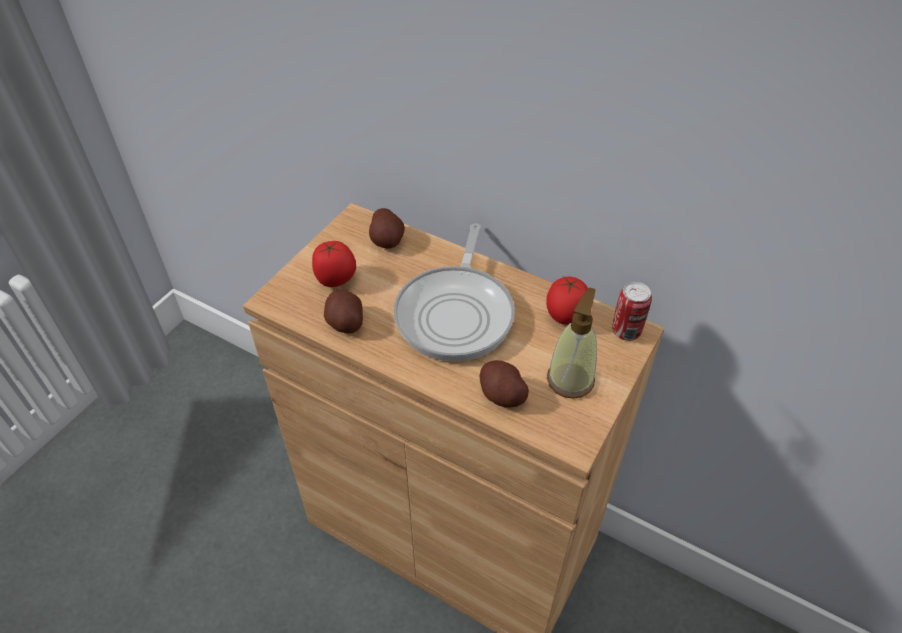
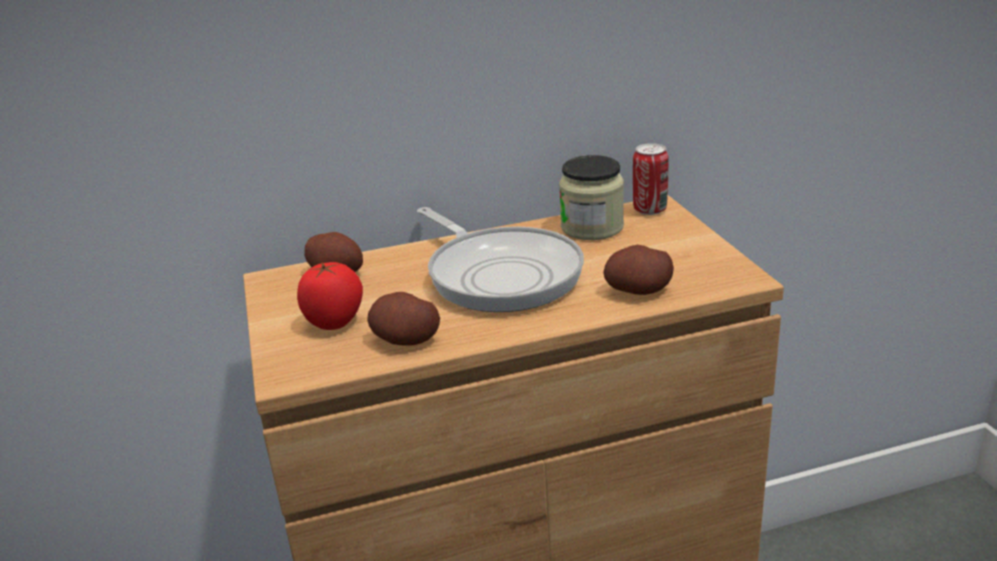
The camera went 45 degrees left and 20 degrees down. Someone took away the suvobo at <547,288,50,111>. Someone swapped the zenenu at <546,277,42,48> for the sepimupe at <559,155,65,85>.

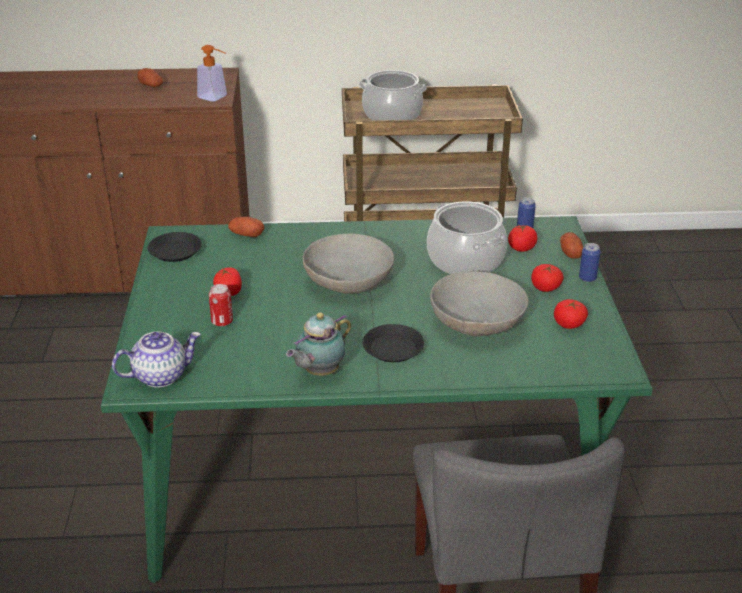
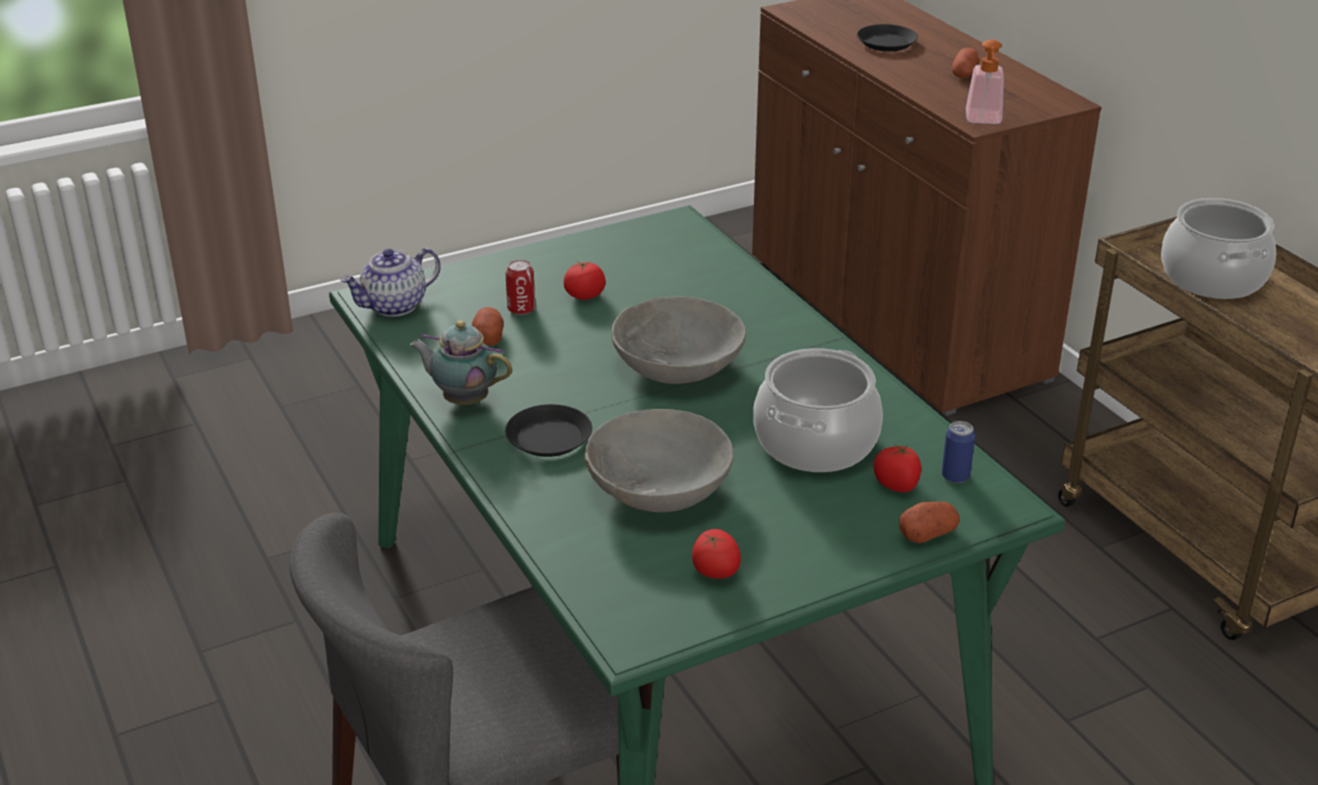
The camera went 65 degrees right and 0 degrees up. Someone took away the zenenu at <531,264,33,28>. Someone took away the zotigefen at <579,243,22,39>. Someone carried the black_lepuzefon from <148,232,54,30> to <857,24,61,28>. Someone carried the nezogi from <228,217,36,20> to <472,307,32,39>. Someone rotated the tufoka at <112,332,89,56> by 105 degrees clockwise.

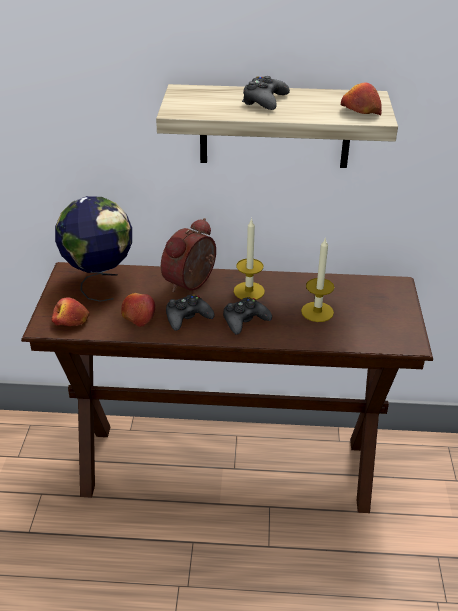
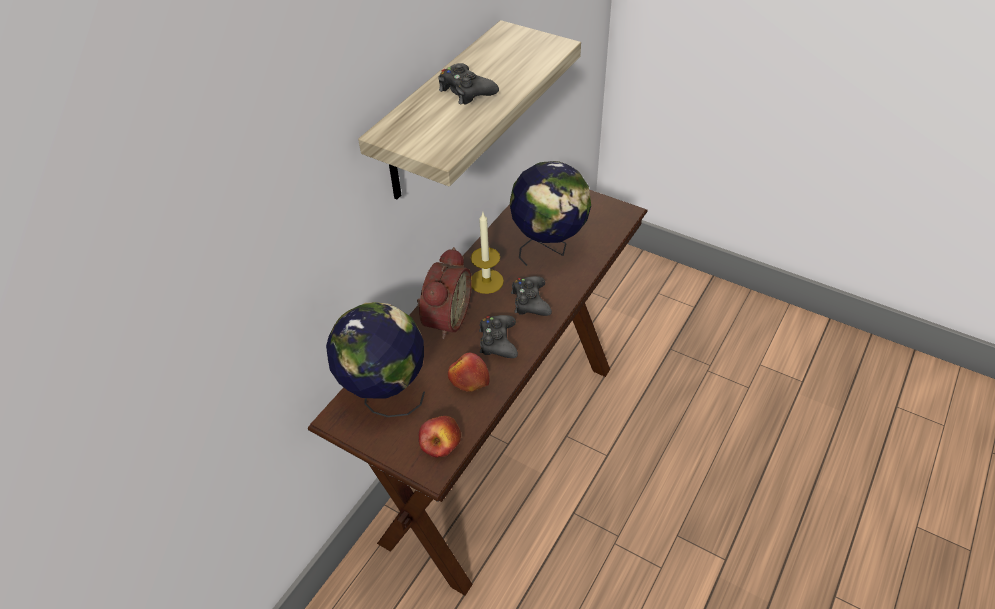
The camera went 60 degrees left and 10 degrees up. Someone took away the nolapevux at <341,82,41,34>. Someone swapped the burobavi at <301,237,33,85> for the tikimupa at <510,161,81,105>. Someone rotated the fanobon at <161,218,55,74> by 135 degrees counterclockwise.

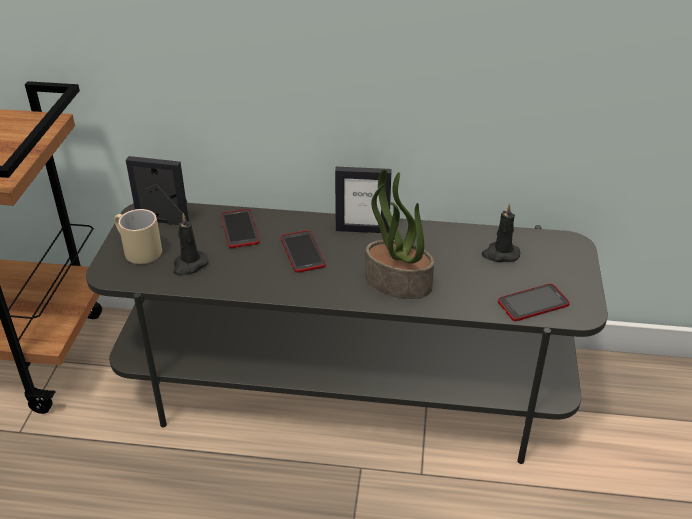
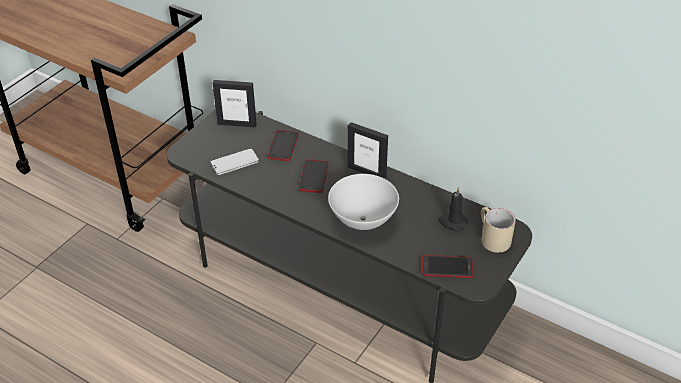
The camera went 25 degrees right and 5 degrees up. Someone carried the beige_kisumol from <114,209,48,55> to <481,207,35,46>. Someone swapped the black_burobavi at <173,213,36,63> for the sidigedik at <210,148,49,27>. Someone swapped the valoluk at <365,169,69,130> for the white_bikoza at <328,174,71,56>. Someone rotated the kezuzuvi at <126,156,63,69> by 150 degrees clockwise.

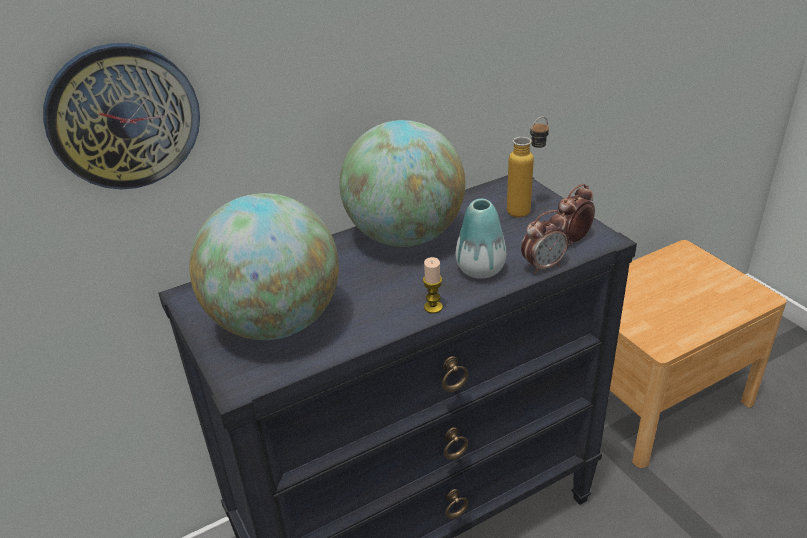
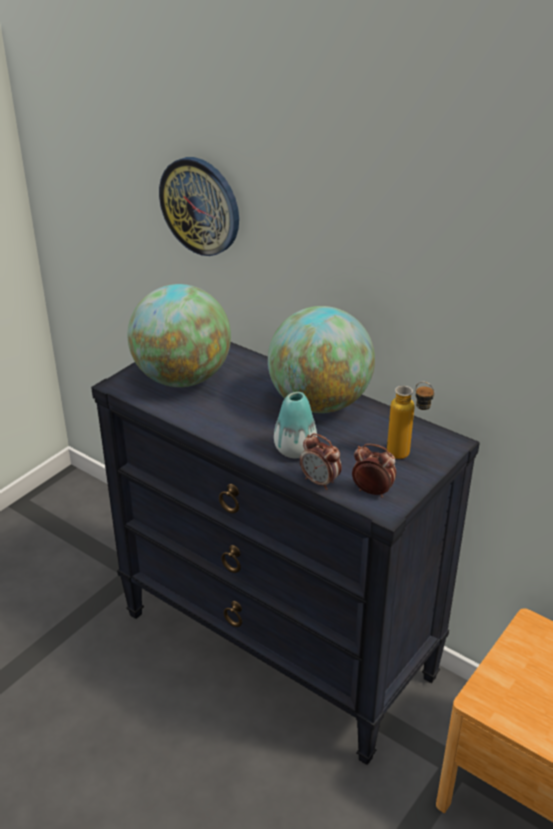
The camera went 65 degrees right and 0 degrees up. Someone took away the burobavi at <423,257,20,57>.

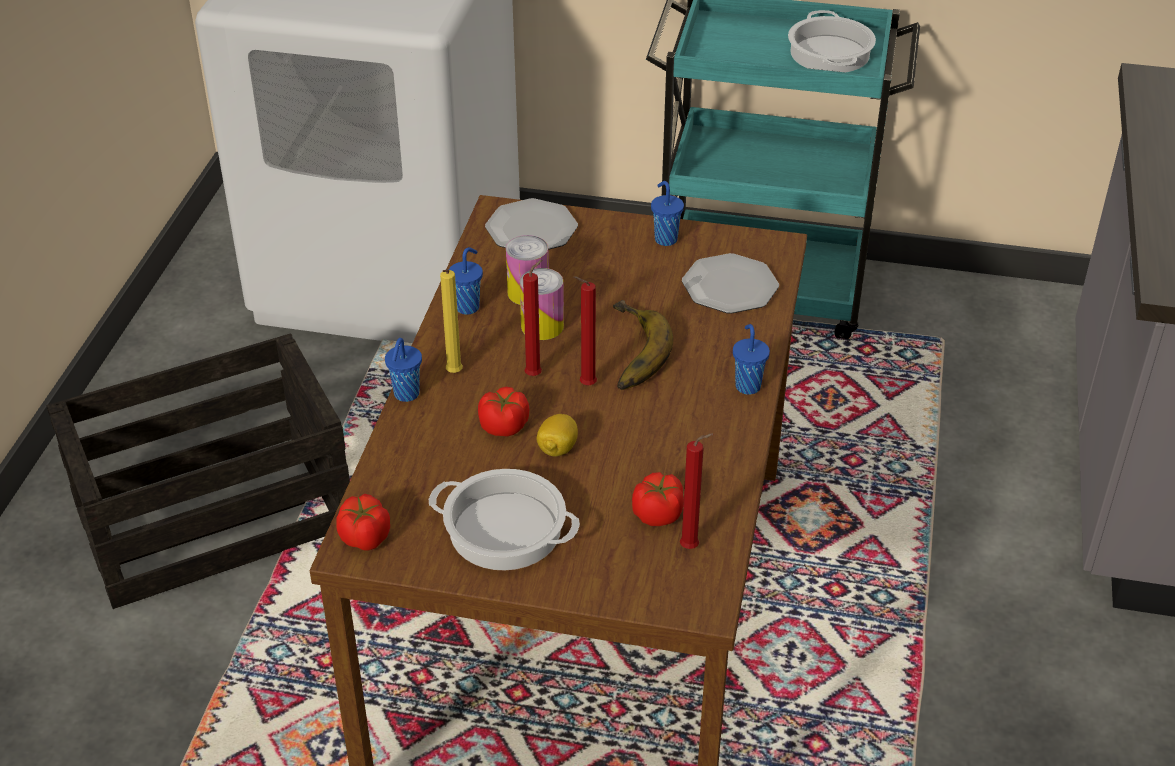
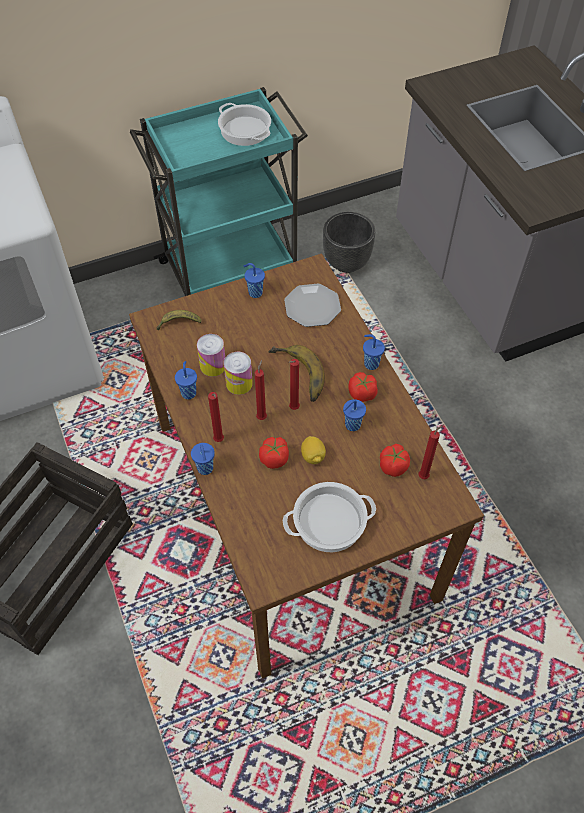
The camera went 35 degrees left and 15 degrees up. Someone put down the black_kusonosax at <323,212,52,61>. Someone put down the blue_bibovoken at <343,399,23,32>. Someone carried the zenenu from <336,494,54,56> to <348,372,30,30>. Someone swapped the lepuzefon at <485,198,93,52> for the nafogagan at <157,310,45,20>. Someone repainted the yellow_burobavi at <440,269,23,104>, which became the red_burobavi at <208,392,16,50>.

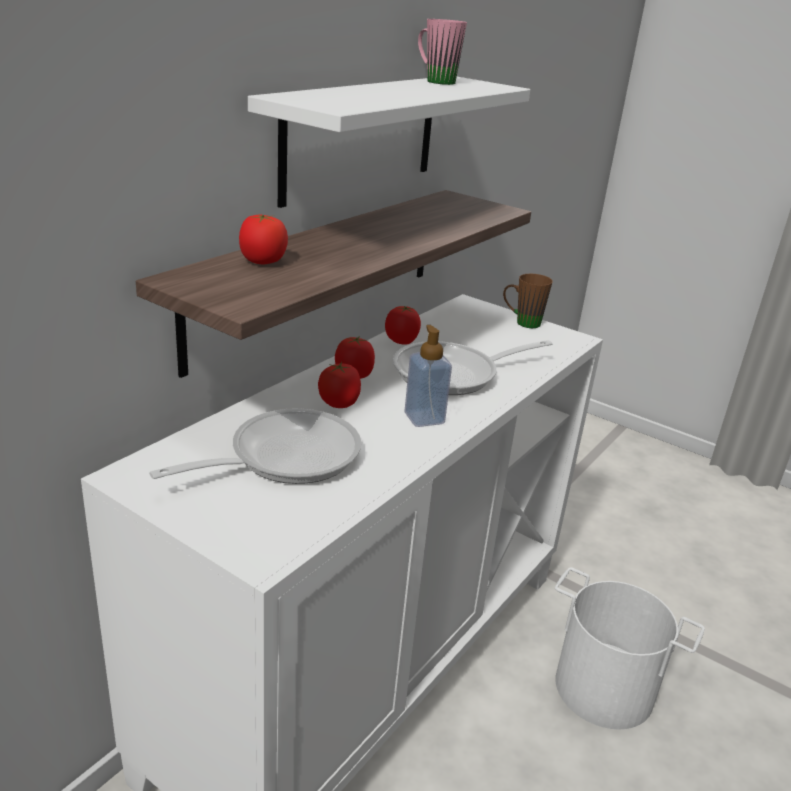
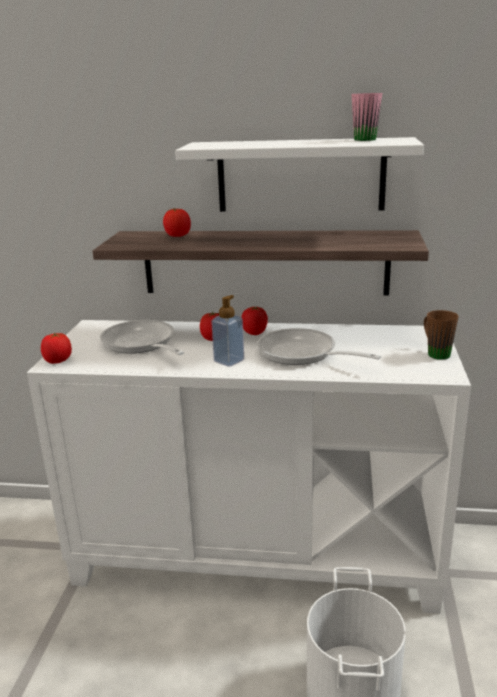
The camera went 65 degrees right and 5 degrees down. Someone carried the zenenu from <385,306,36,39> to <41,333,31,31>. Someone rotated the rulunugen at <149,408,213,76> by 150 degrees counterclockwise.

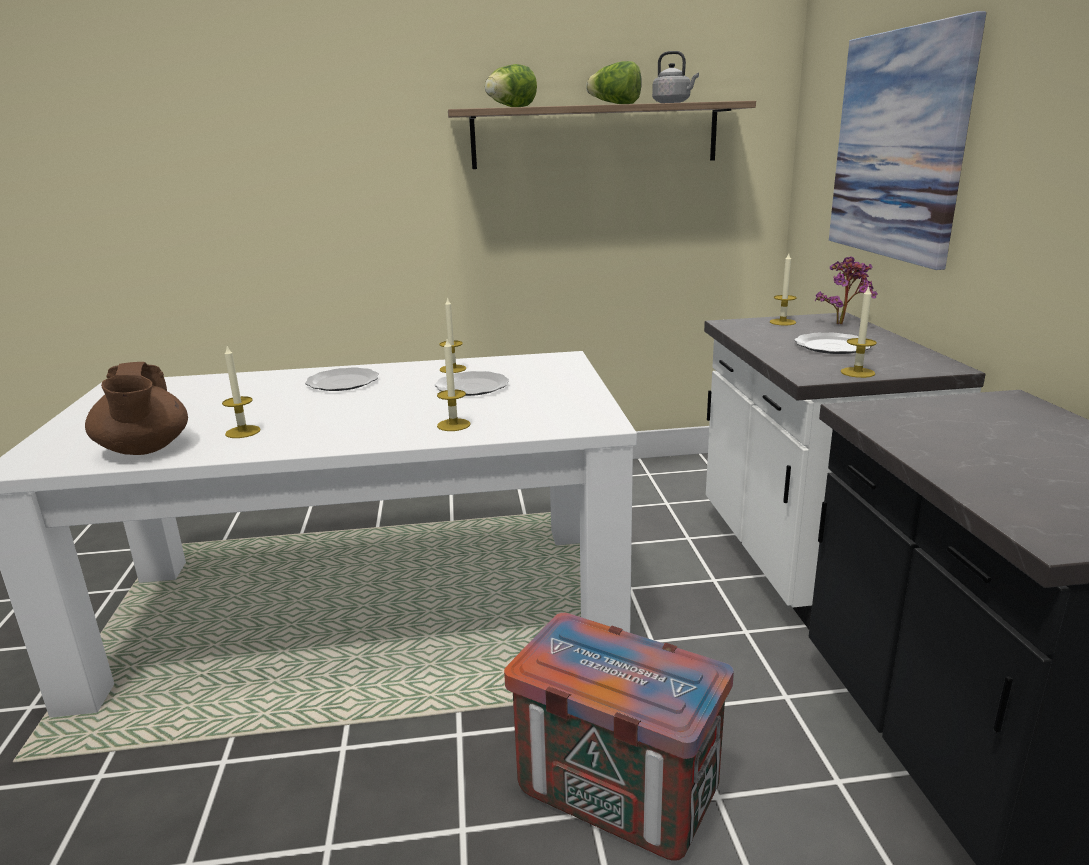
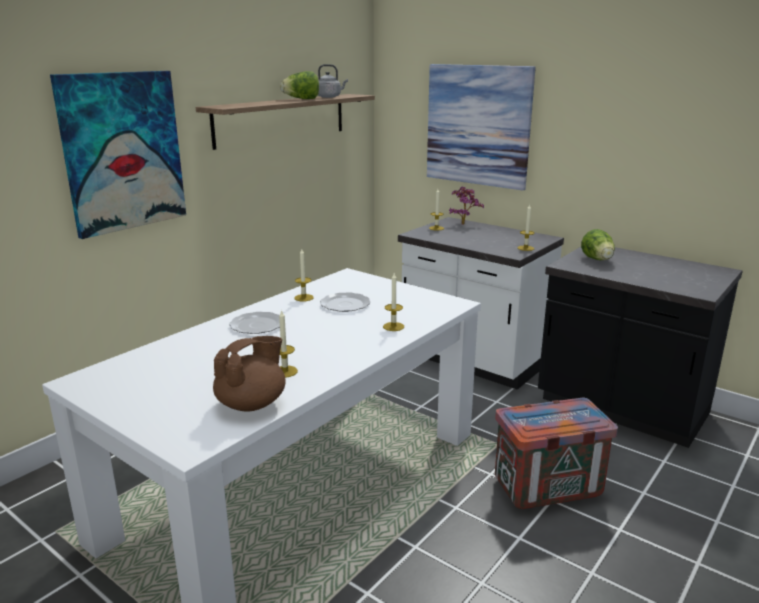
The camera went 45 degrees left and 0 degrees up. Someone took away the lepuzefon at <794,333,78,21>. Someone put up the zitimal at <50,71,136,168>. Someone carried the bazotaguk from <485,64,52,43> to <581,229,34,31>. Someone rotated the brown_tufoka at <85,362,103,93> by 75 degrees counterclockwise.

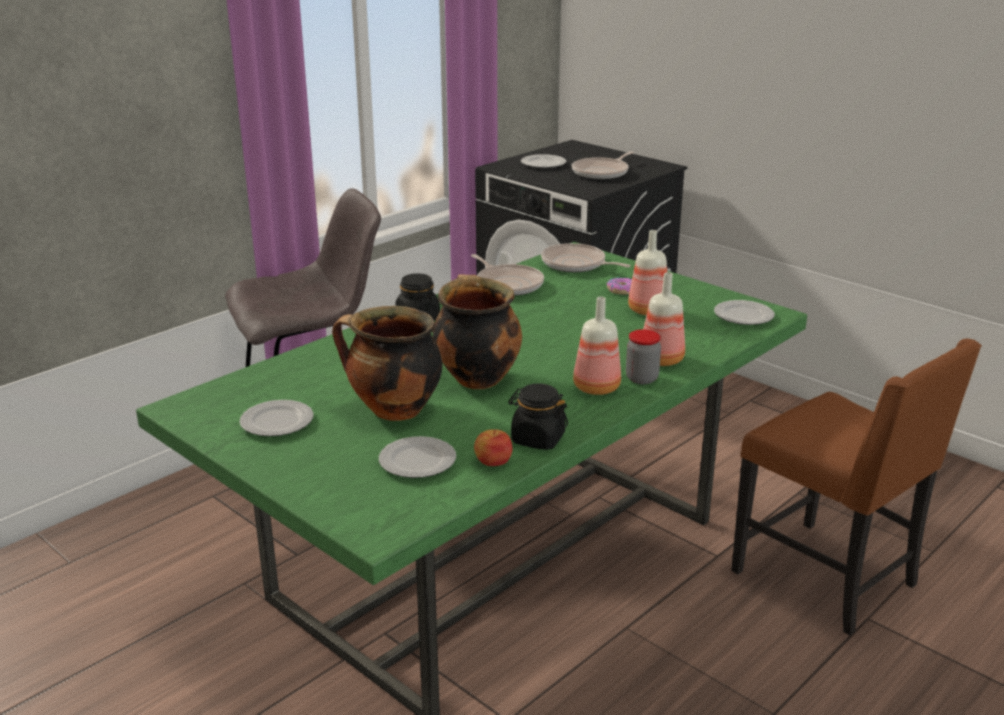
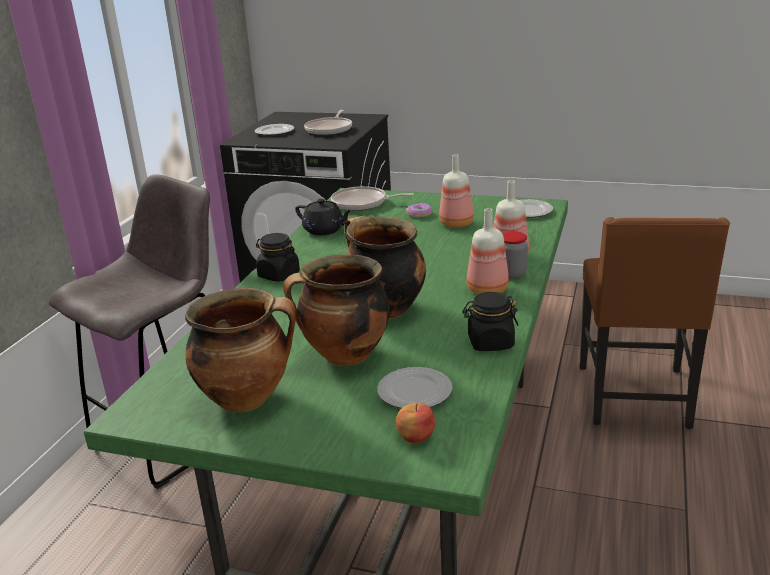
The camera went 25 degrees left and 0 degrees up. Someone carried the nolapevux from <474,429,39,37> to <396,403,39,40>. Someone swapped the lepuzefon at <240,400,73,36> for the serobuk at <185,288,111,124>. Someone swapped the rulunugen at <471,254,73,42> for the black_tufoka at <295,199,58,36>. Someone rotated the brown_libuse at <731,338,251,298> by 75 degrees clockwise.

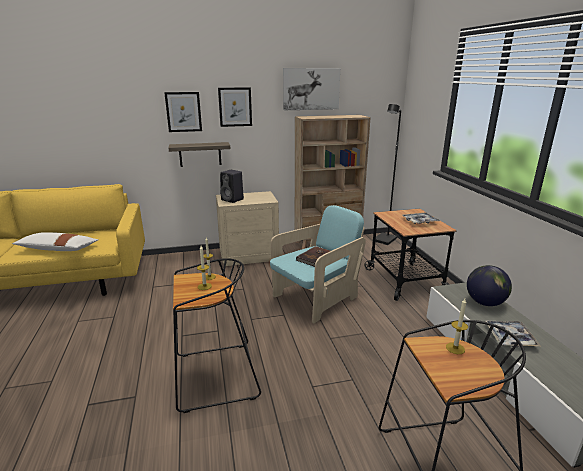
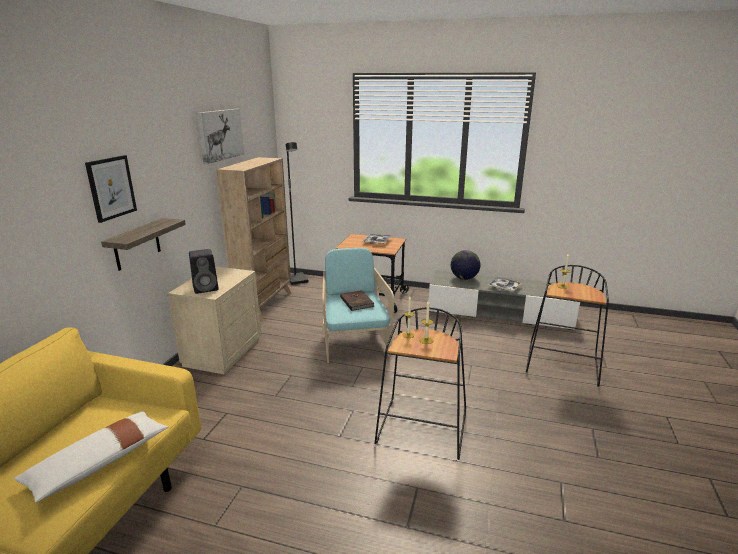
The camera went 60 degrees left and 0 degrees up. Someone took away the zitimal at <218,87,34,40>.

